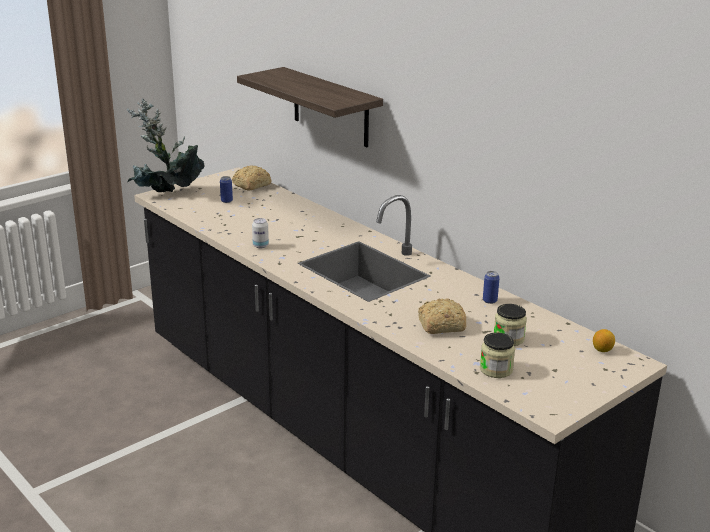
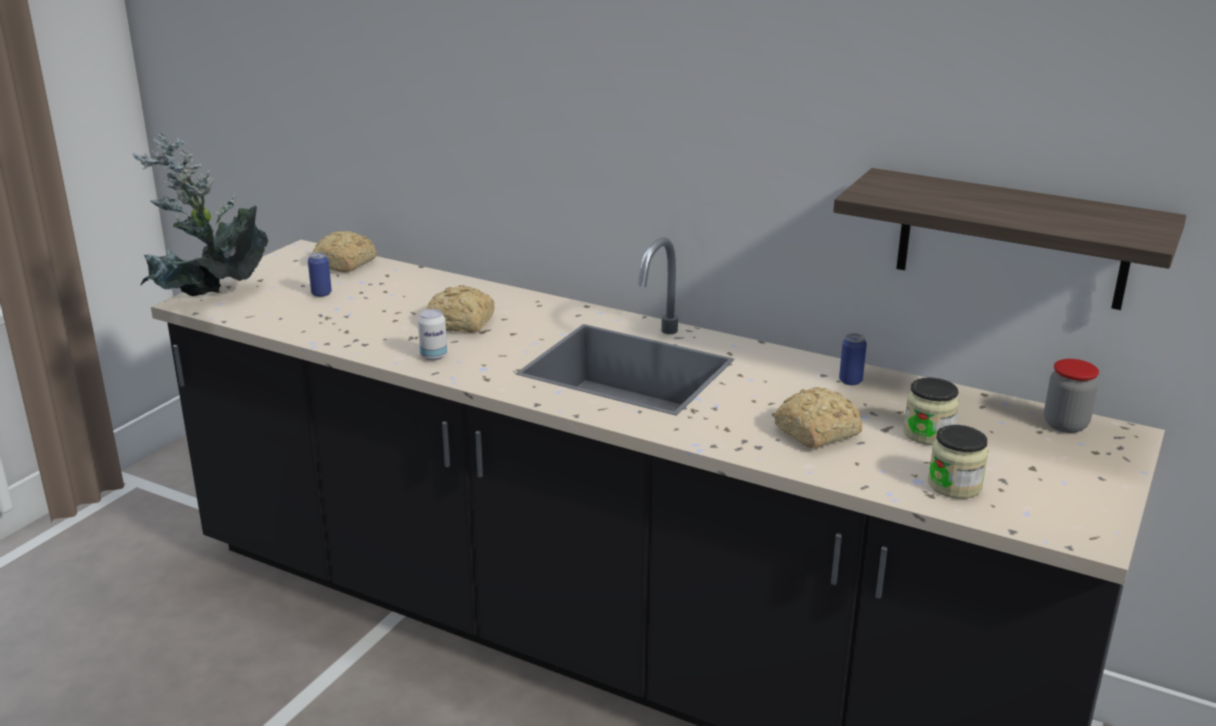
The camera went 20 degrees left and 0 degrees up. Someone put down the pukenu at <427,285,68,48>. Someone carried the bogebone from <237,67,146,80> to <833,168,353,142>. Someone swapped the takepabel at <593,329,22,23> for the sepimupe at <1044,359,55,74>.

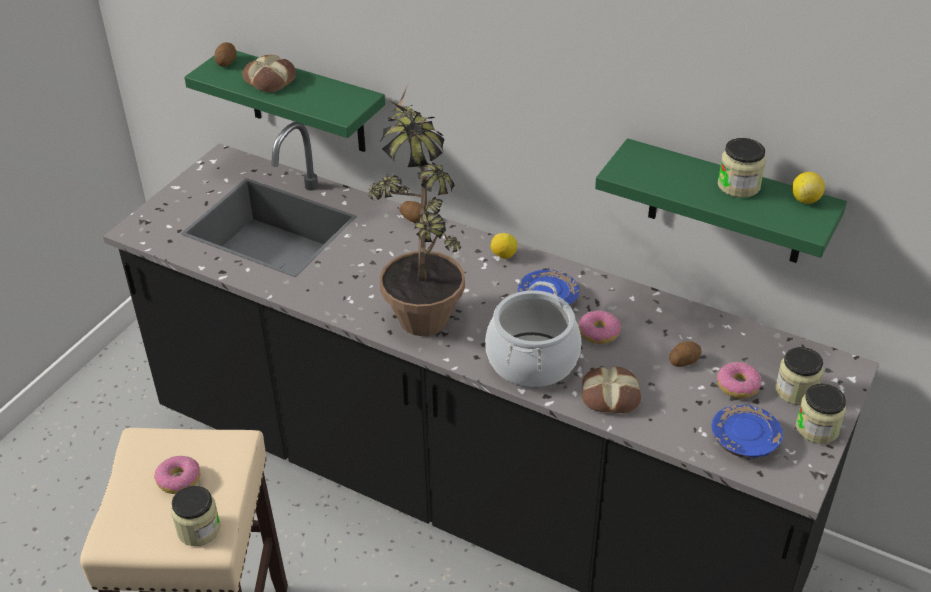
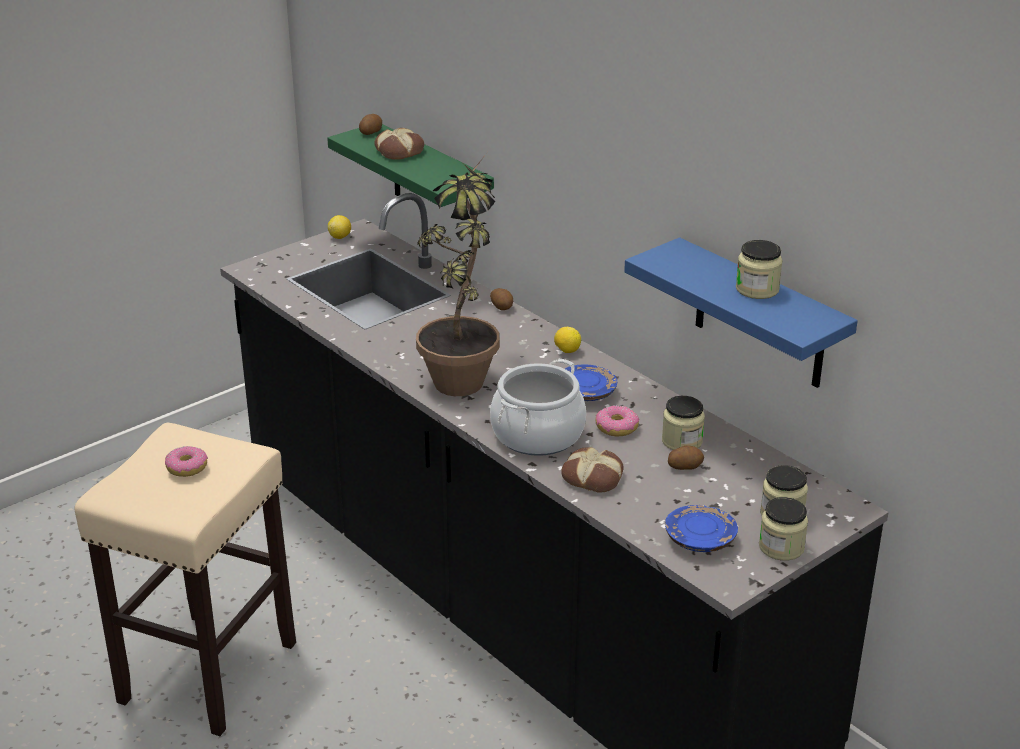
The camera went 20 degrees right and 10 degrees down. Someone took away the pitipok at <717,362,44,37>. Someone carried the sepimupe from <171,485,50,61> to <662,396,43,54>. Someone carried the takepabel from <792,172,33,32> to <328,215,23,24>. Someone repainted the green_bogebone at <595,138,252,125>, which became the blue_bogebone at <624,237,234,151>.

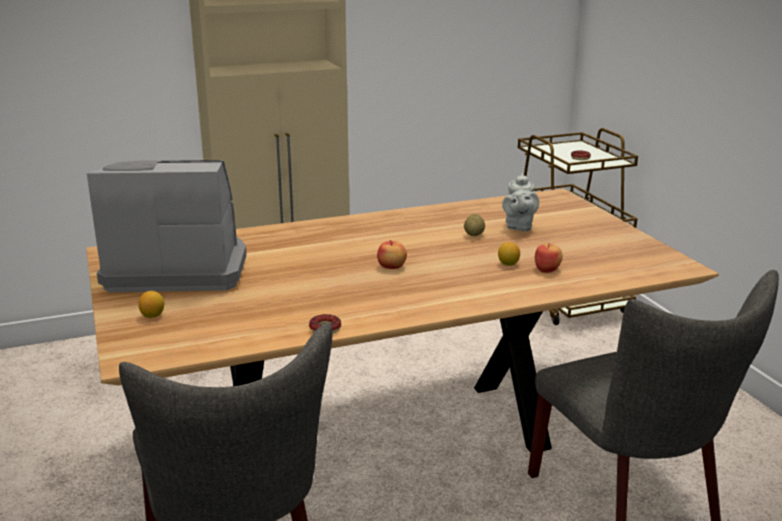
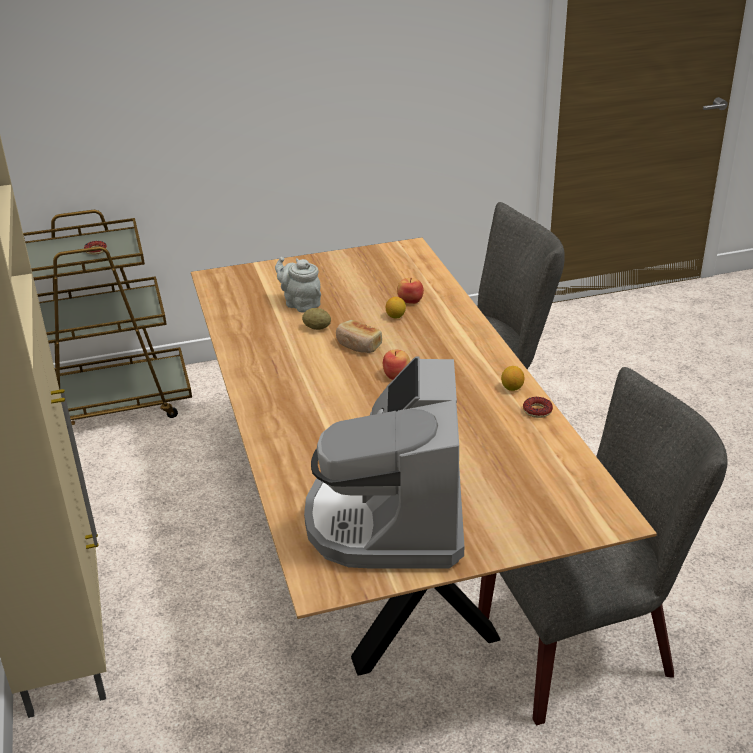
The camera went 85 degrees left and 10 degrees up. Someone put down the pukenu at <336,320,46,33>. Someone carried the takepabel from <138,291,26,27> to <501,366,24,25>. Someone rotated the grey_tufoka at <502,174,37,57> by 150 degrees counterclockwise.

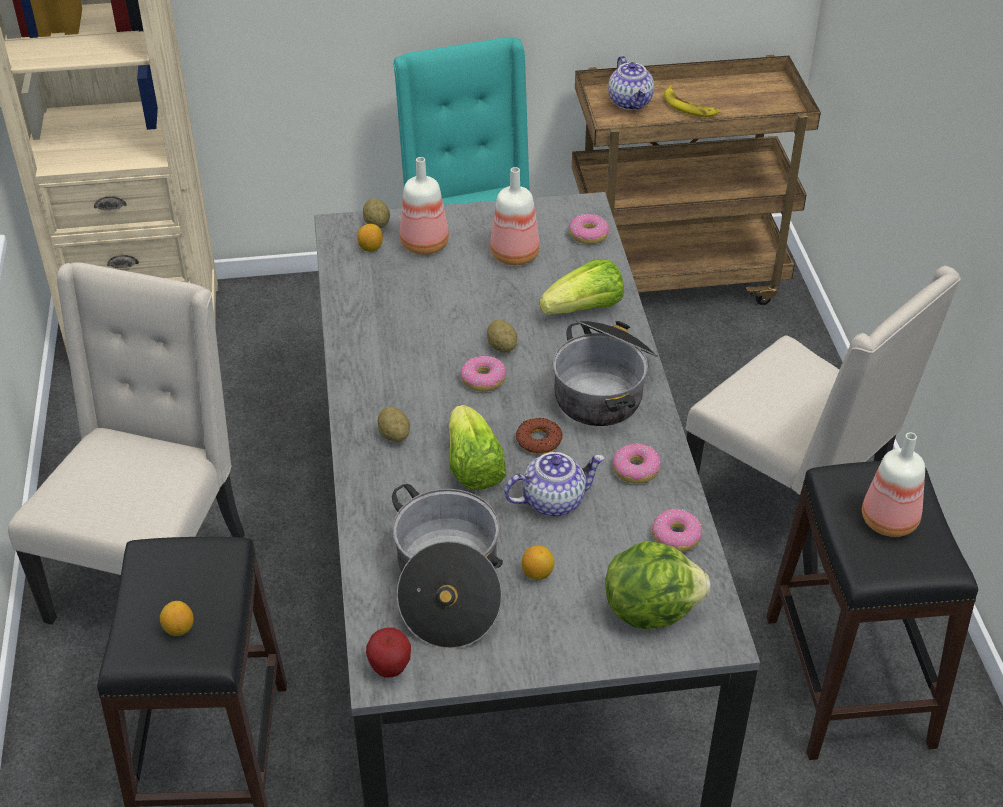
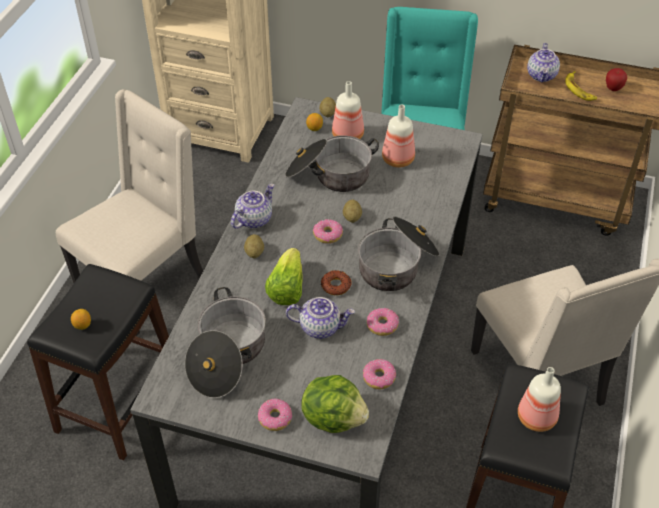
The camera went 25 degrees right and 5 degrees up. Someone took away the takepabel at <522,545,33,35>. Someone took away the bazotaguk at <540,259,84,56>. Someone put down the tufoka at <231,184,43,45>. Someone put down the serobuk at <285,135,94,57>. Someone carried the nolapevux from <366,628,45,50> to <606,68,21,23>. Someone carried the pitipok from <569,214,40,30> to <258,399,34,32>.

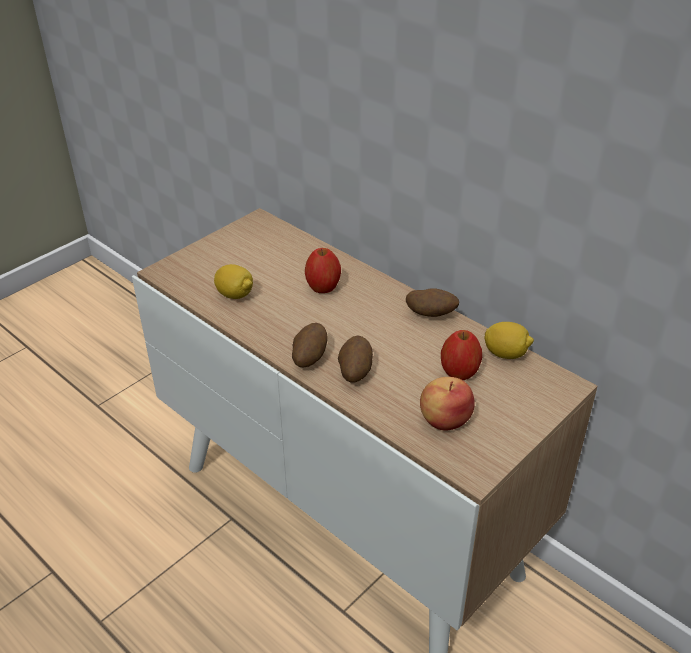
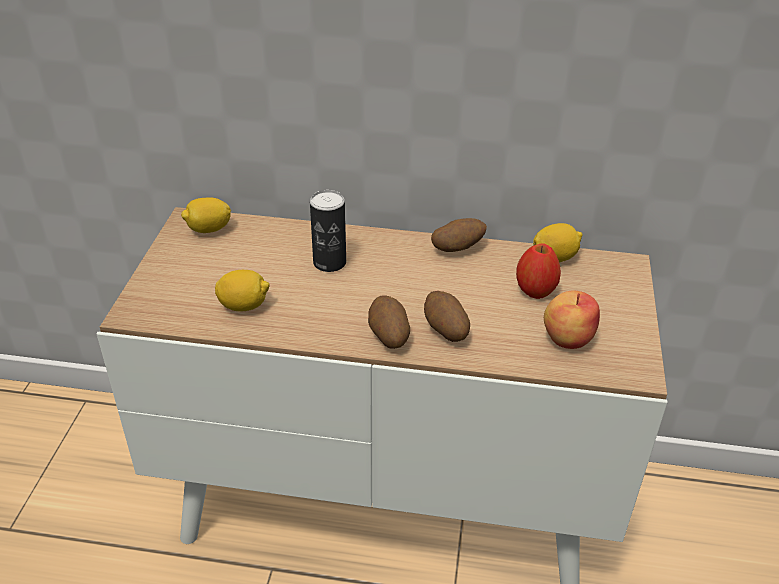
The camera went 35 degrees left and 0 degrees up. Someone put down the takepabel at <181,197,50,36>. Someone swapped the nolapevux at <305,248,36,45> for the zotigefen at <310,190,36,82>.

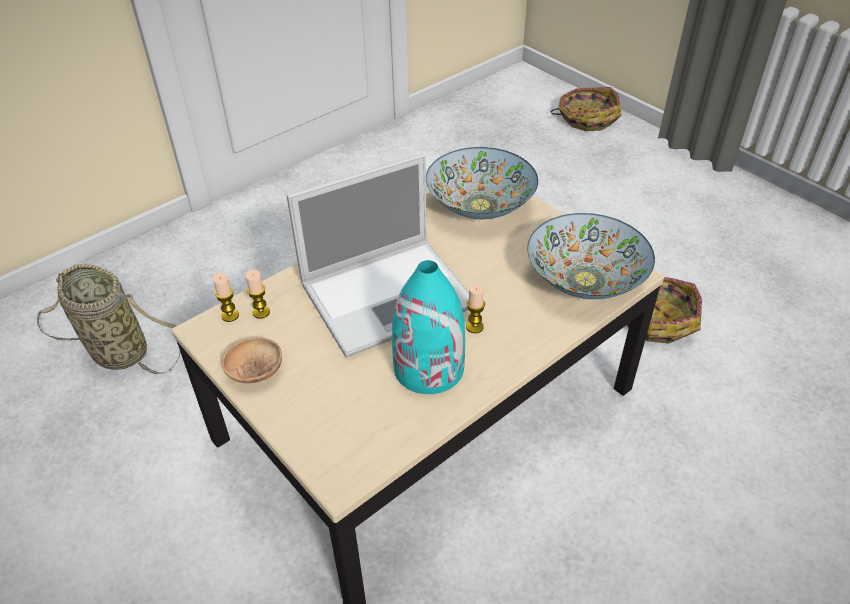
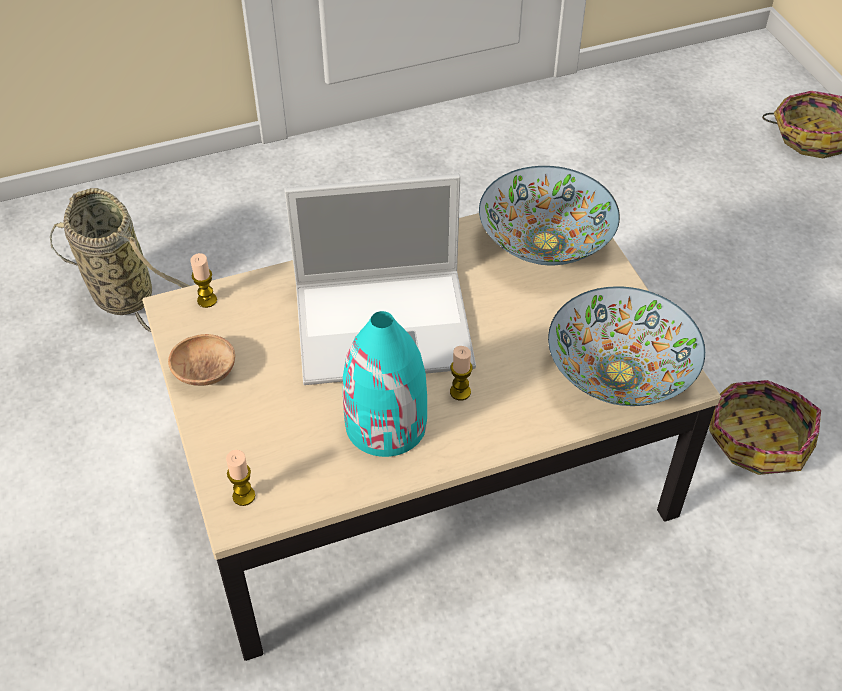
The camera went 20 degrees right and 5 degrees up. Someone carried the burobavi from <245,270,25,49> to <226,450,29,56>.

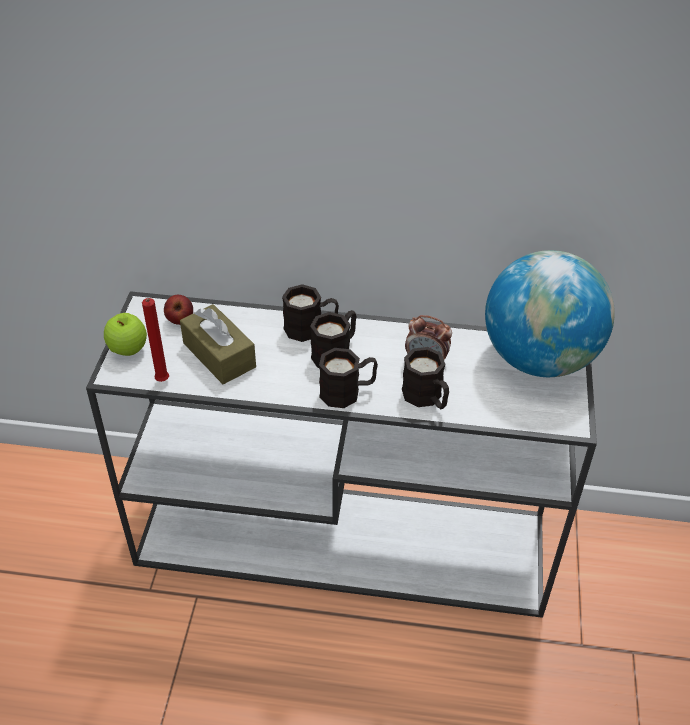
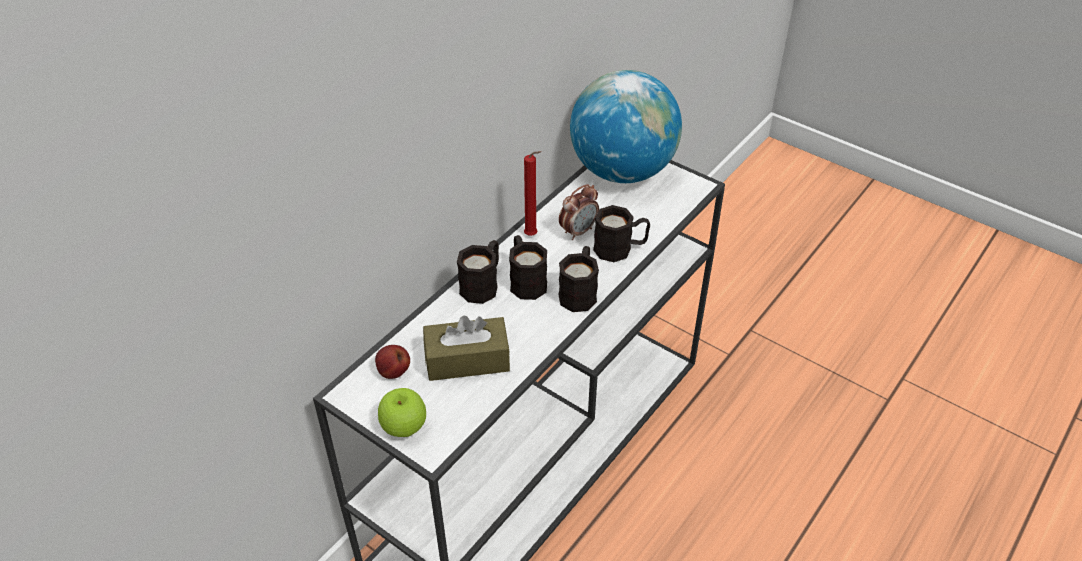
The camera went 60 degrees left and 0 degrees up. Someone carried the red_burobavi from <142,298,27,84> to <524,151,17,85>.

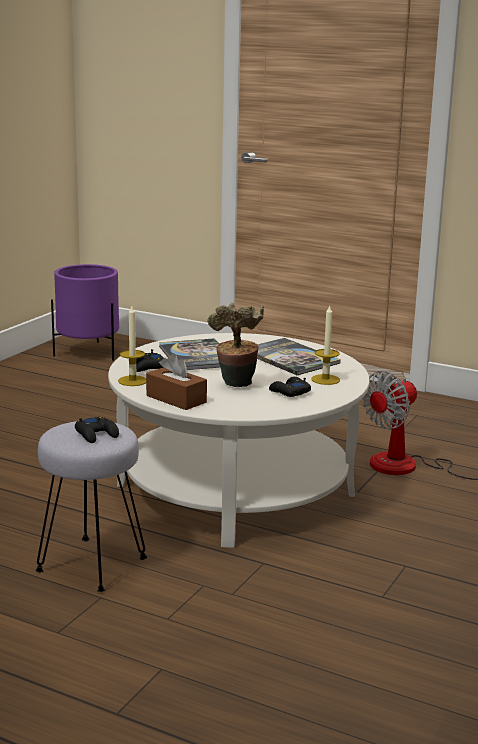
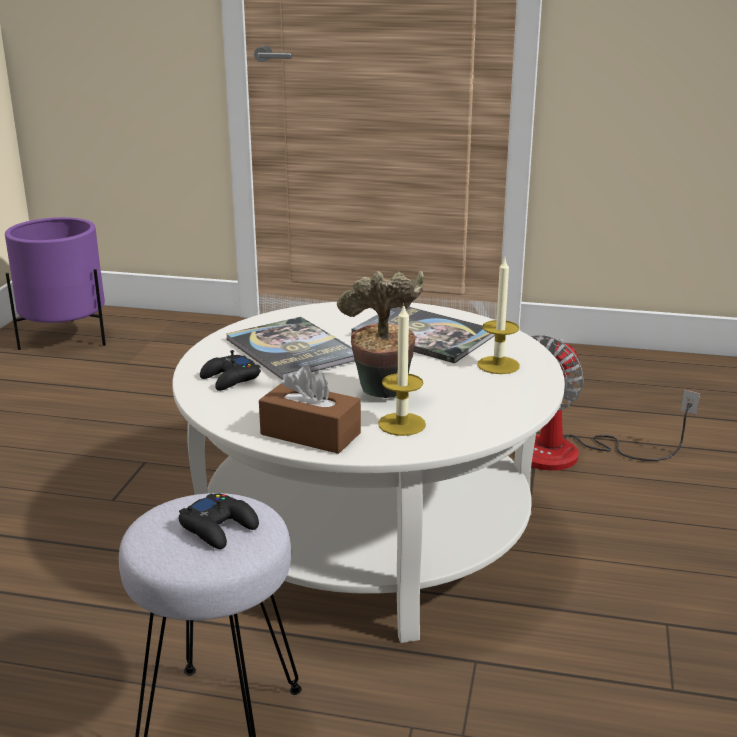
The camera went 15 degrees left and 5 degrees up. Someone took away the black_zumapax at <269,377,42,20>. Someone carried the burobavi from <118,306,28,80> to <378,303,48,133>.

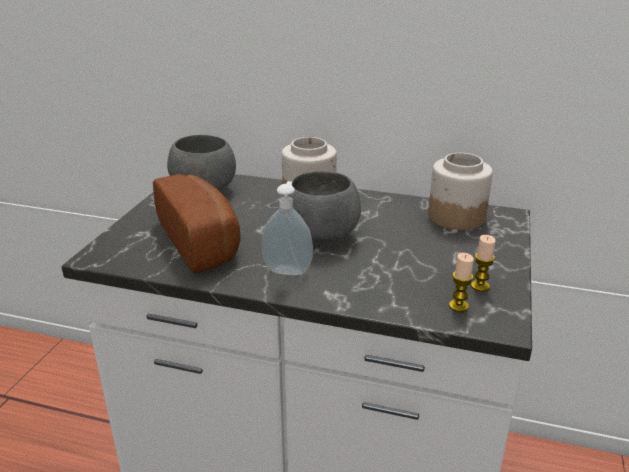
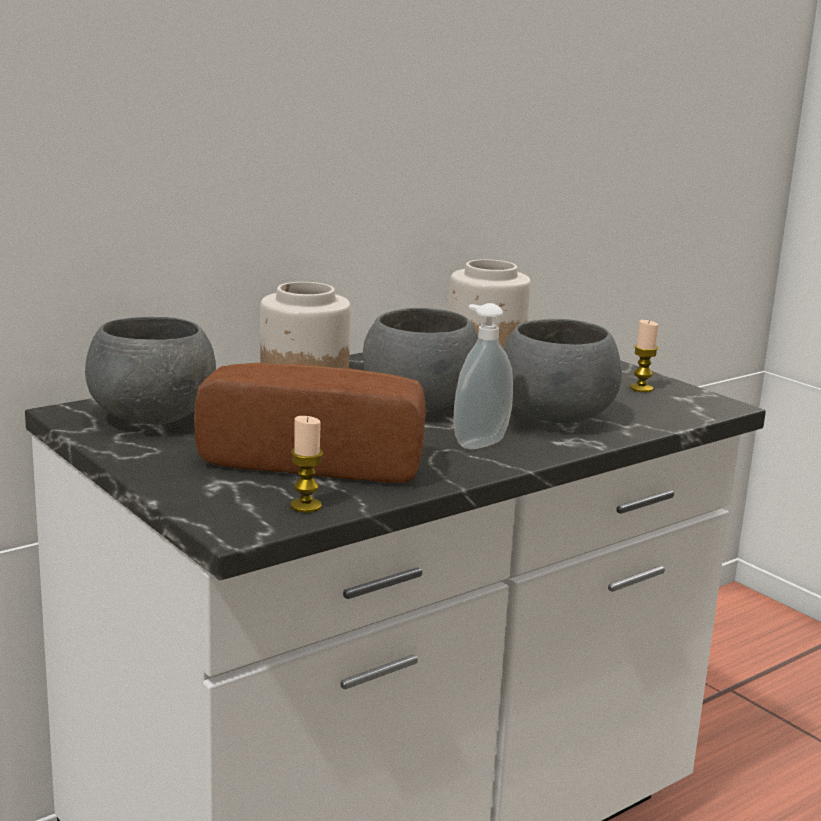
The camera went 55 degrees left and 10 degrees down. Someone put down the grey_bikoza at <503,319,119,104>. Someone carried the burobavi from <449,253,25,59> to <290,416,33,97>.

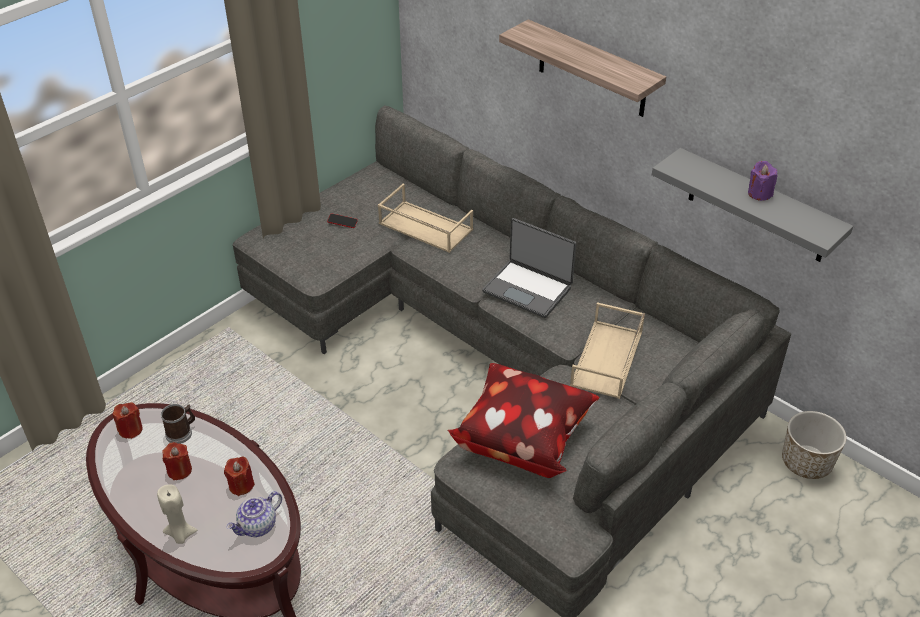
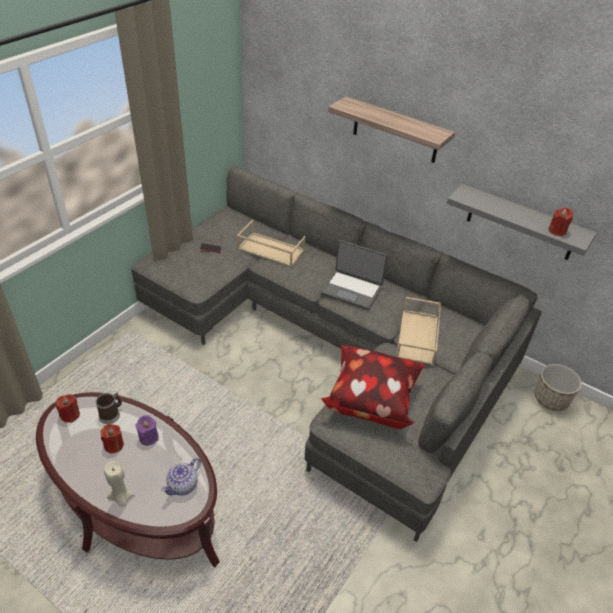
The camera went 10 degrees left and 0 degrees up. Someone carried the red_burobavi from <224,456,31,40> to <548,207,25,29>. Someone carried the purple_burobavi from <748,161,29,40> to <136,415,23,31>.

